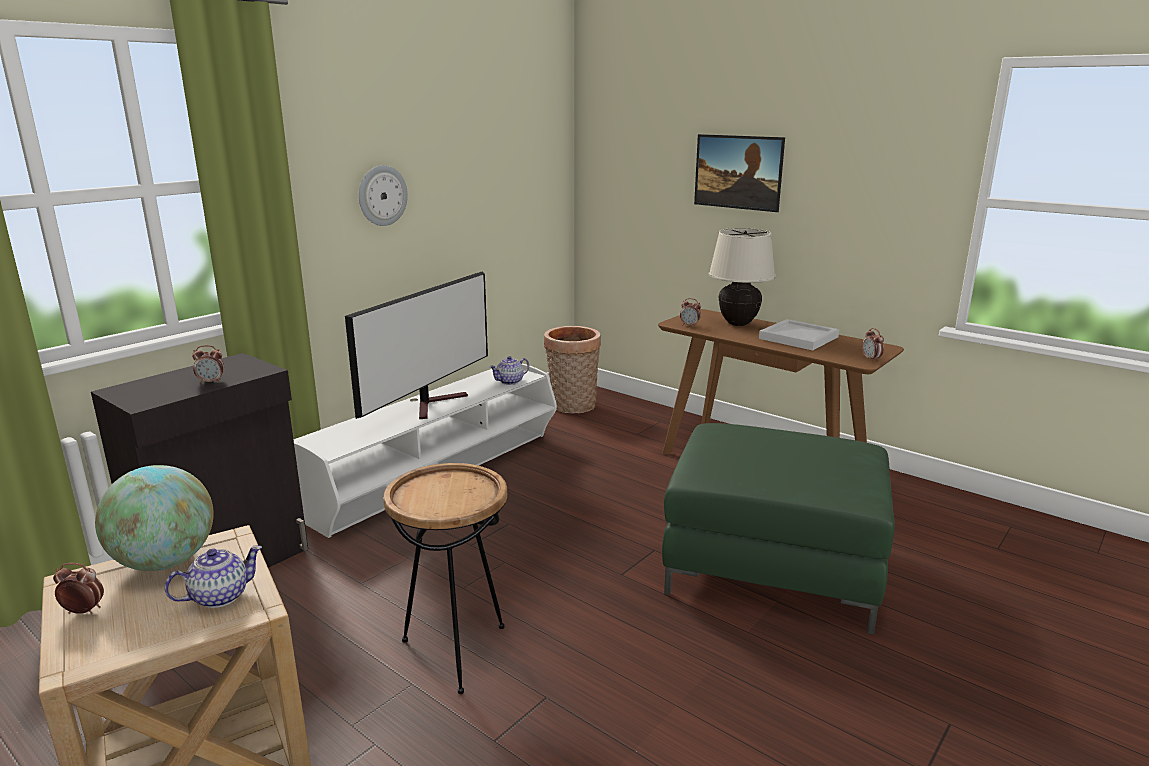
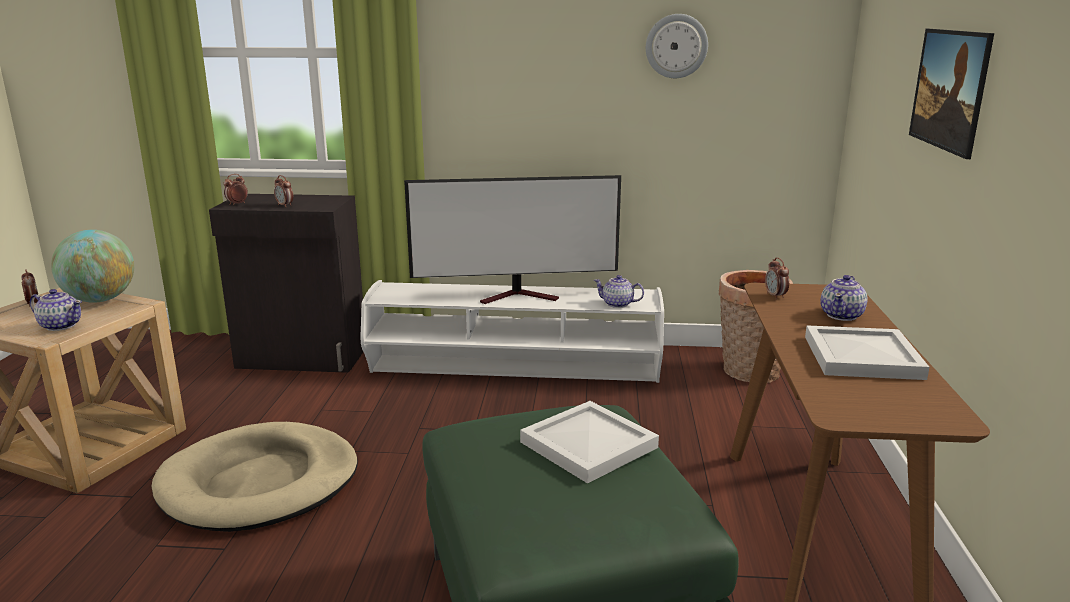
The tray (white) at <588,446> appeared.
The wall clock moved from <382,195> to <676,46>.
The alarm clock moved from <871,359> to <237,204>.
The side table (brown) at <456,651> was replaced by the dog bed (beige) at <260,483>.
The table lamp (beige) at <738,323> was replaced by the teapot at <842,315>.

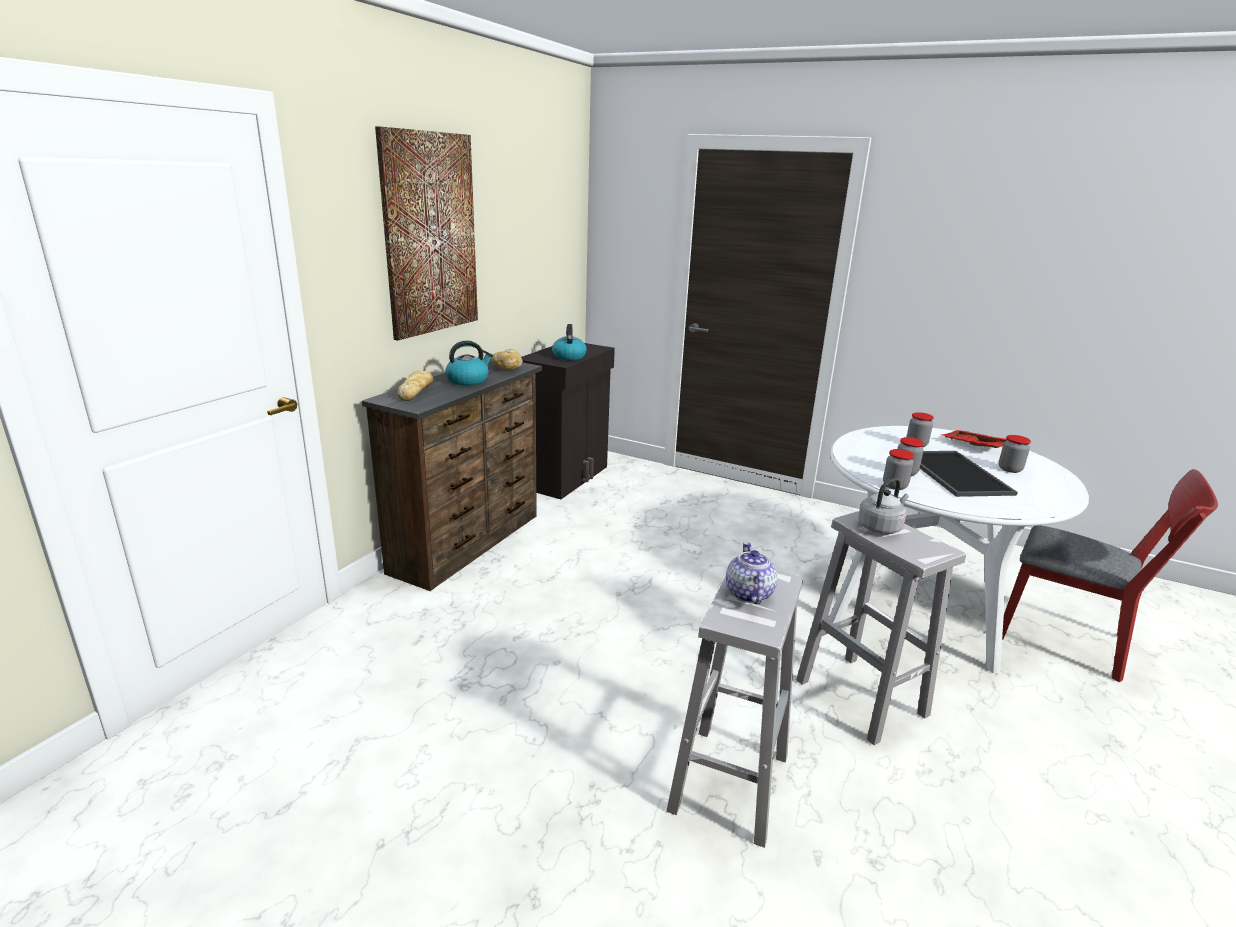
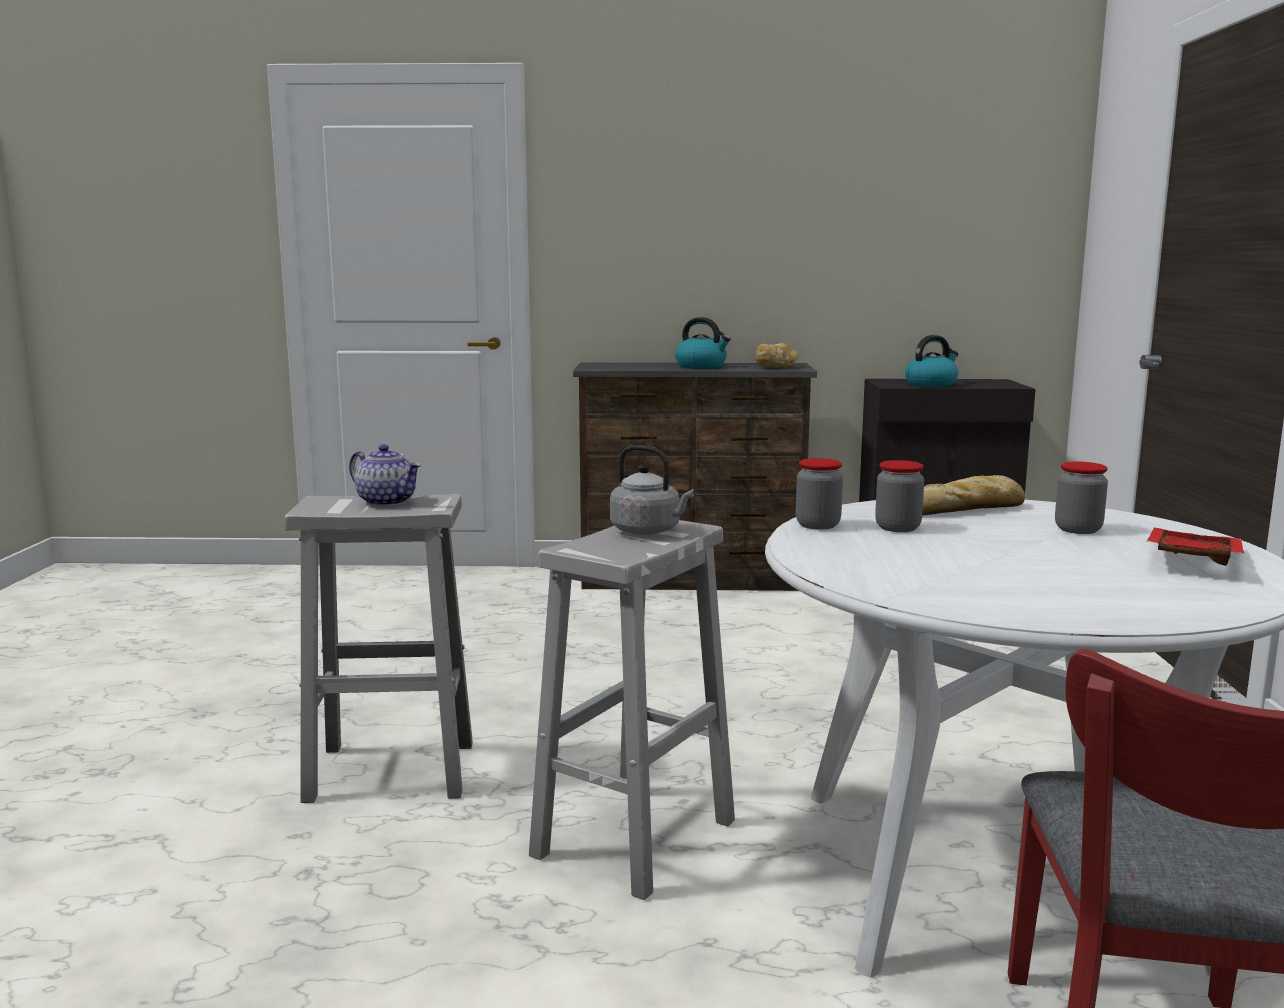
The picture at <430,235> disappeared.
The tray at <953,473> disappeared.
The jar at <1010,469> disappeared.
The bread moved from <416,391> to <969,509>.
The teapot at <748,593> turned 60 degrees clockwise.

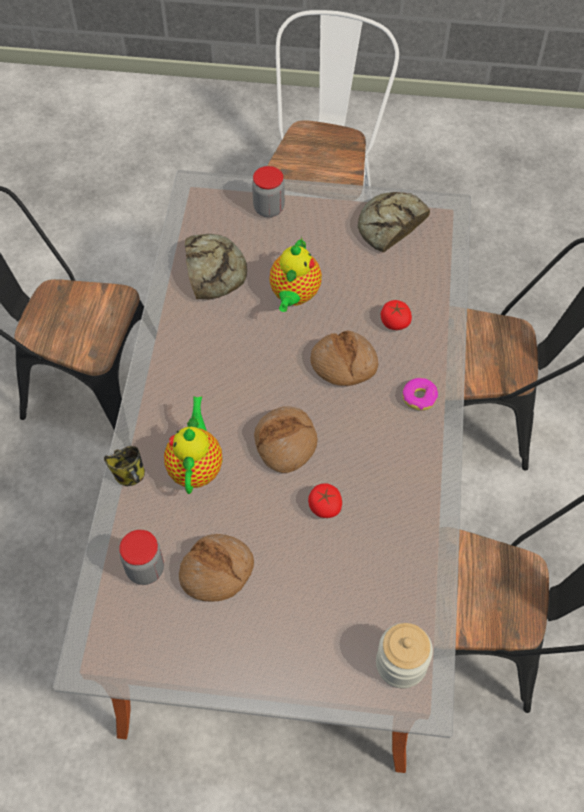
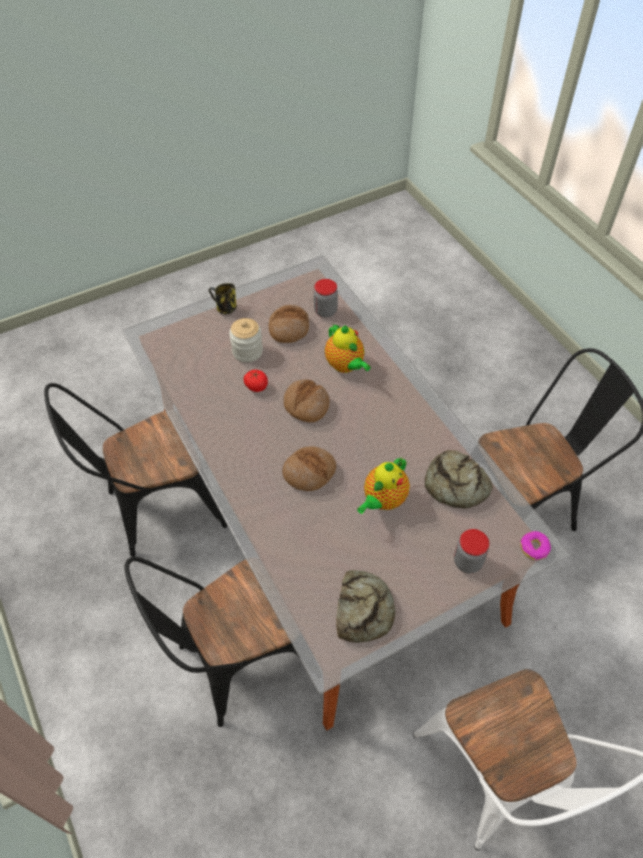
The tomato at <395,322> disappeared.
The mug moved from <130,476> to <225,308>.
The jar moved from <401,664> to <247,351>.
The donut moved from <419,397> to <534,548>.
The teapot at <294,296> turned 120 degrees counterclockwise.

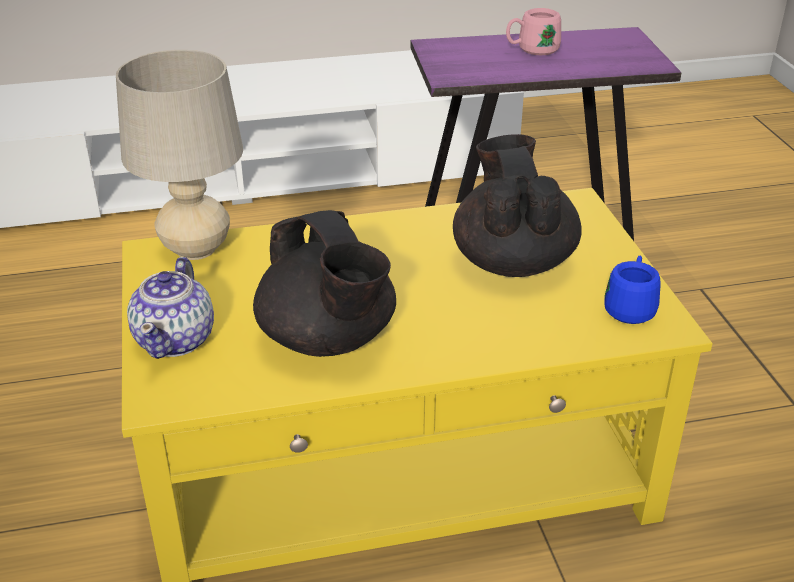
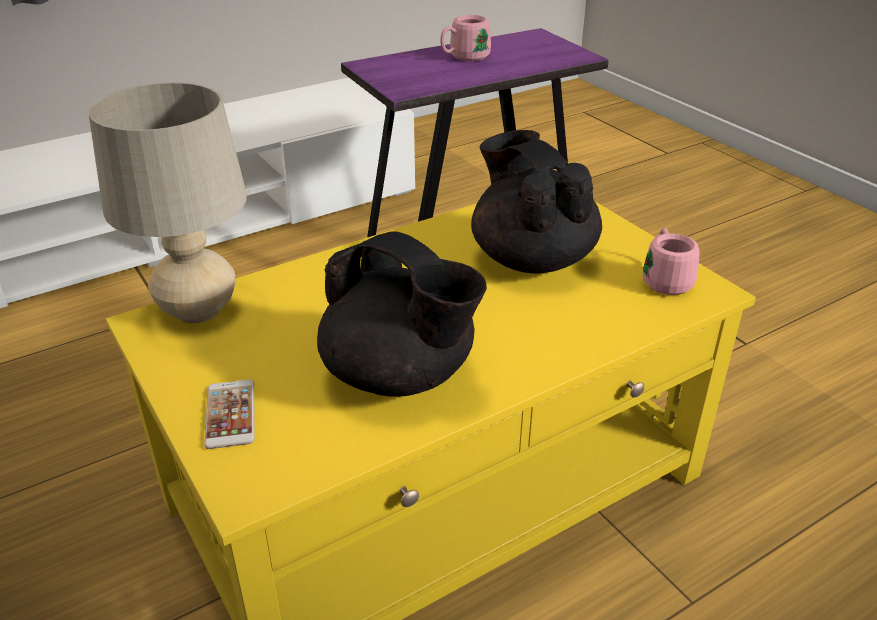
The teapot at <176,339> was replaced by the phone at <230,414>.
The mug (blue) at <630,306> became the mug (pink) at <665,279>.

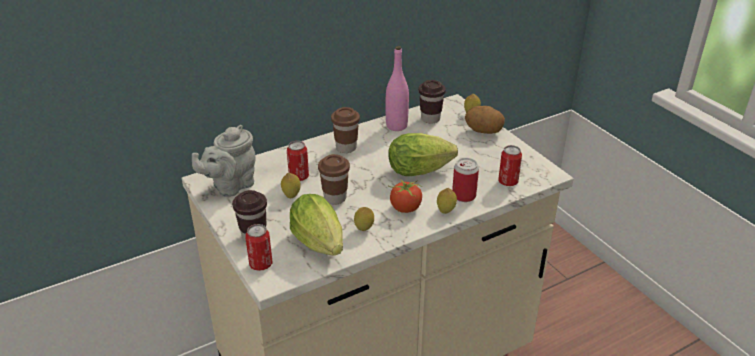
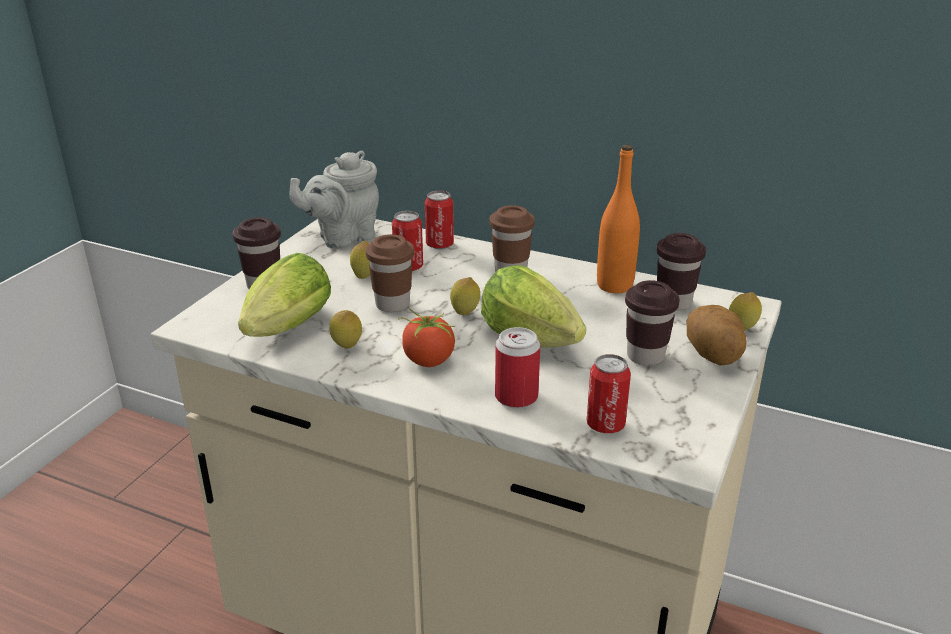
The cup (brown) at <645,356> appeared.
The can moved from <261,264> to <439,245>.
The lemon moved from <446,211> to <465,314>.
The bottle (pink) at <396,126> became the bottle (orange) at <614,285>.
The teapot (grey) at <230,186> turned 45 degrees counterclockwise.

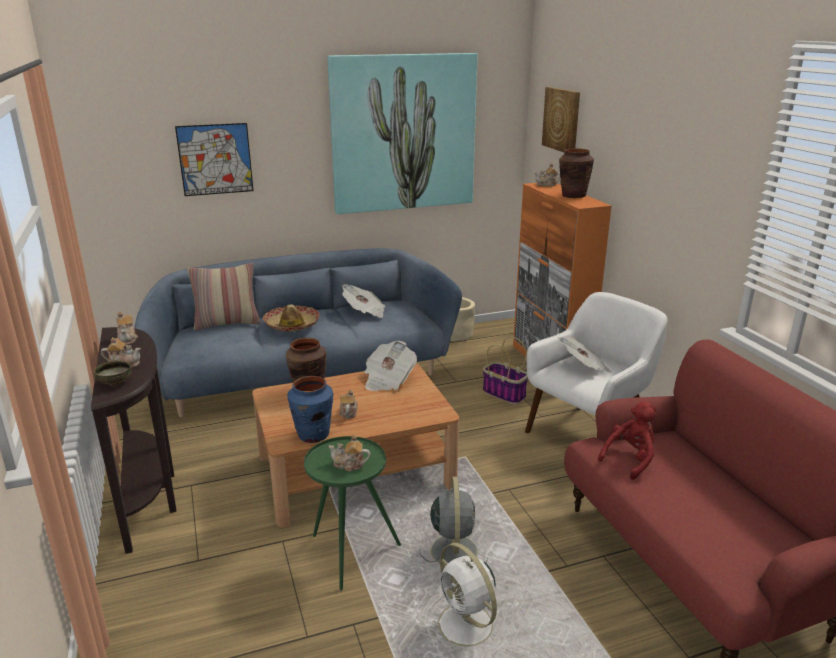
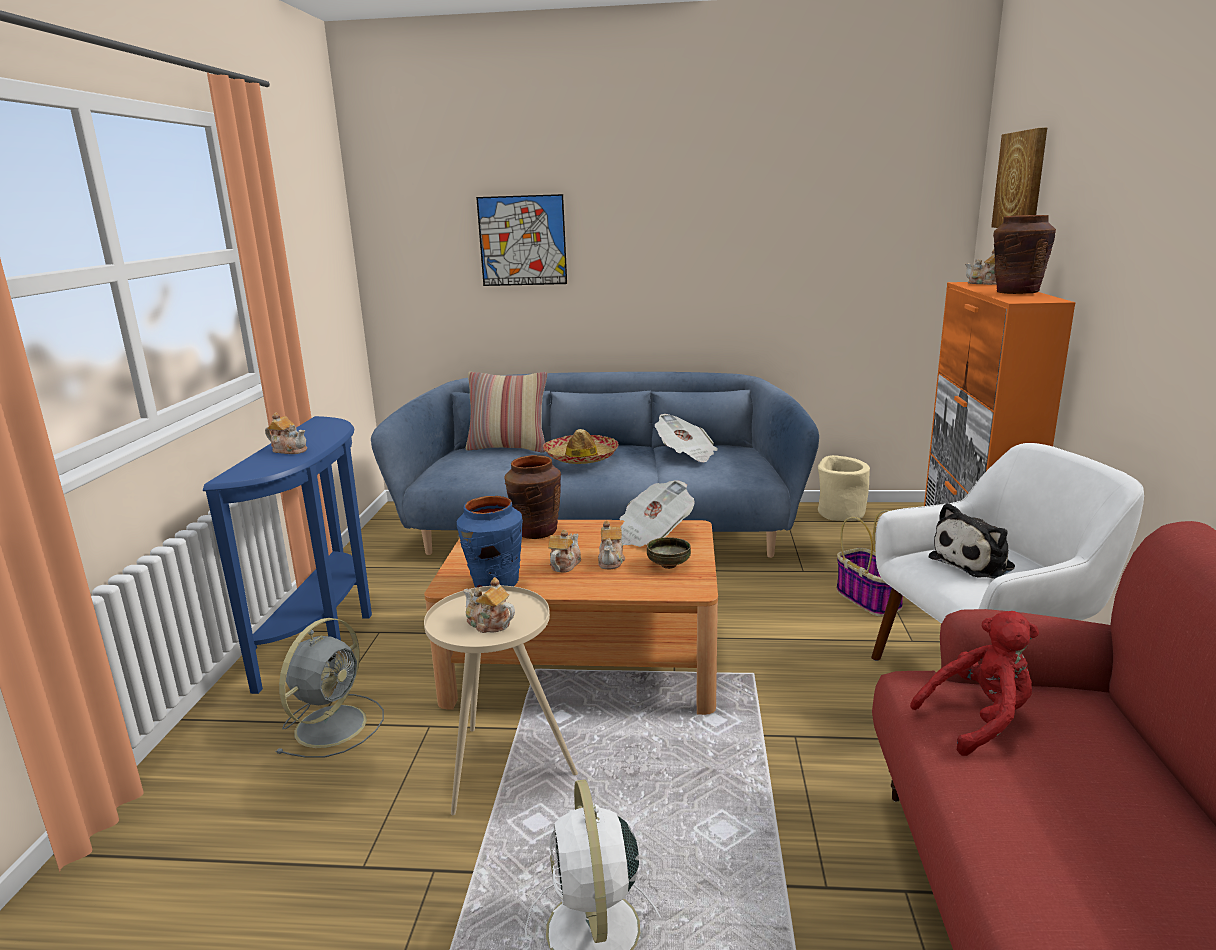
The picture at <403,133> disappeared.
The bowl moved from <115,383> to <668,565>.
The teapot moved from <127,339> to <611,561>.
The fan (grey) moved from <453,550> to <333,724>.
The newspaper at <583,367> was replaced by the plush toy at <975,562>.
The console table (brown) at <150,495> became the console table (blue) at <328,634>.
The side table (green) at <350,553> became the side table (beige) at <501,766>.

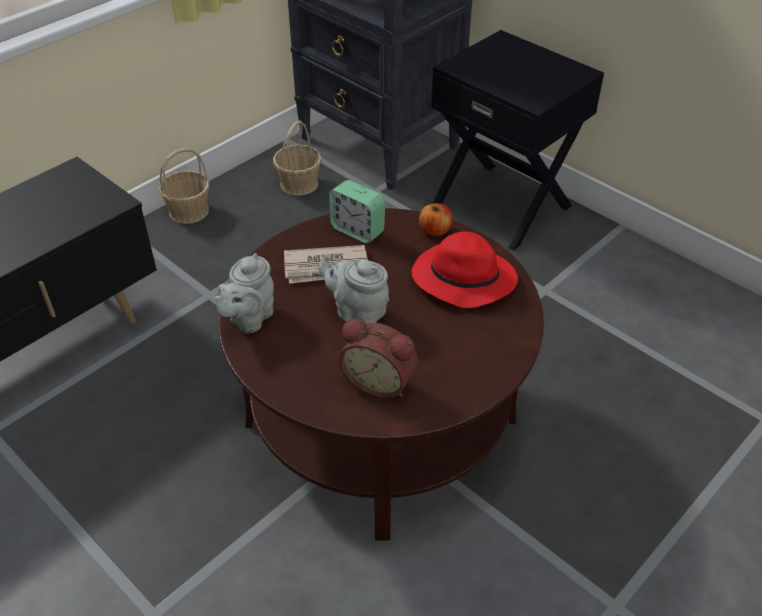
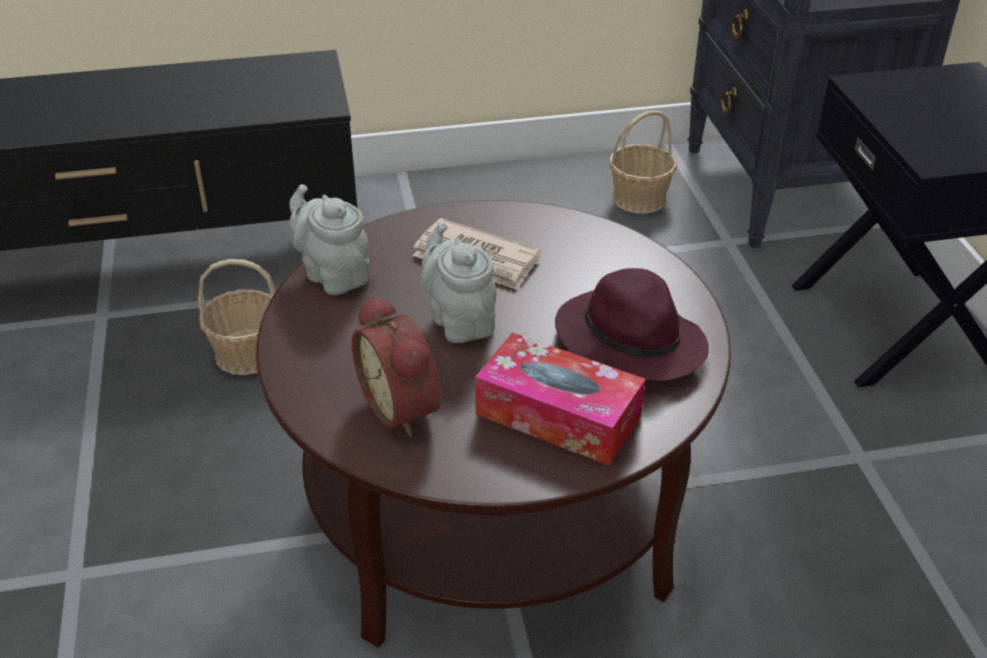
The alarm clock at <357,230> disappeared.
The apple at <435,230> disappeared.
The tissue box at <558,415> appeared.
The basket moved from <188,211> to <246,353>.
The hat (red) at <461,279> became the hat (purple) at <628,341>.
The teapot (grey) at <249,319> turned 75 degrees clockwise.

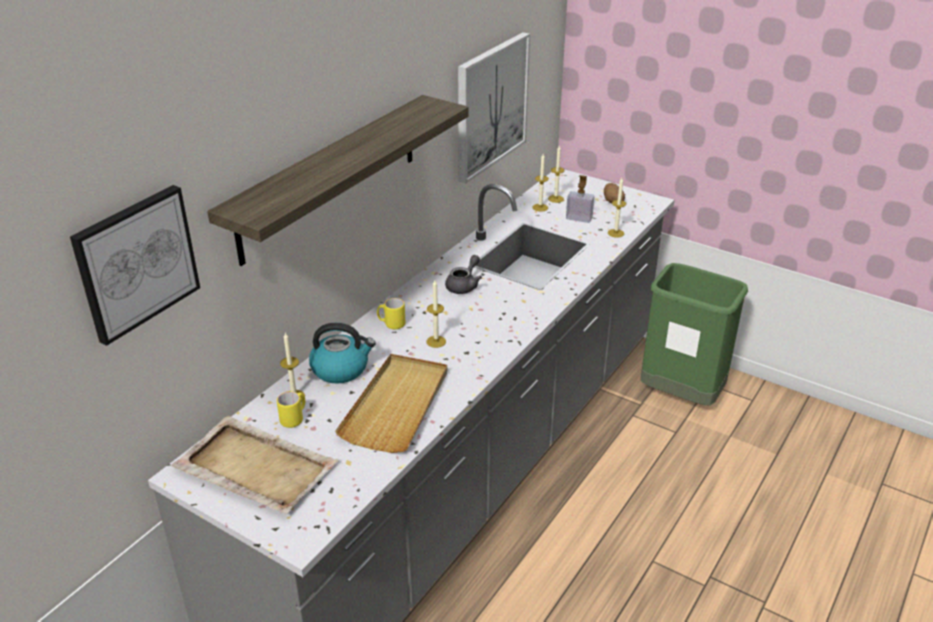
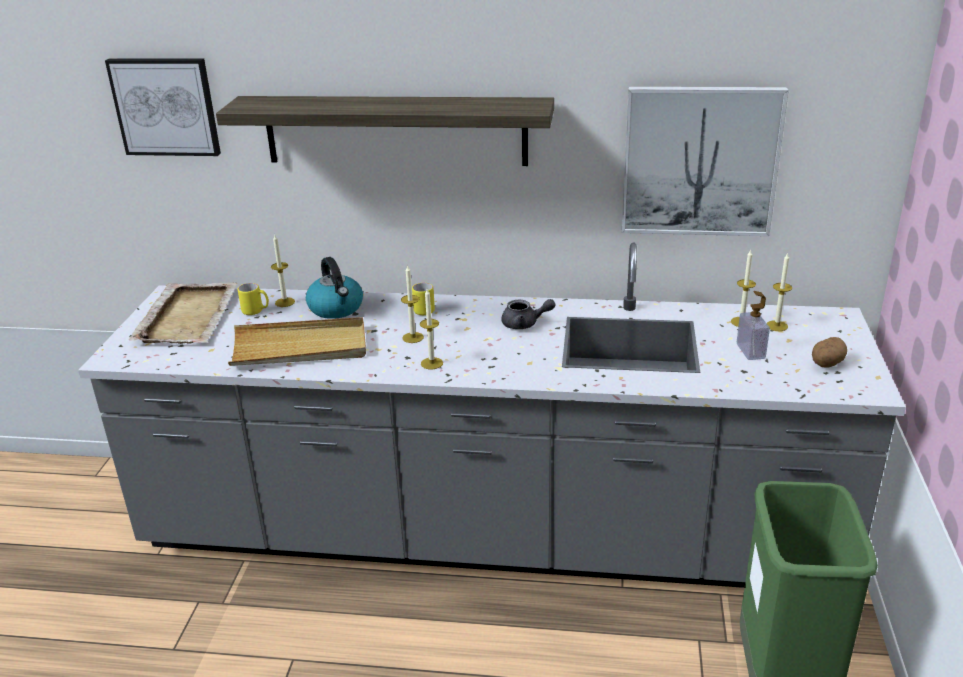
The candle moved from <615,233> to <432,363>.

